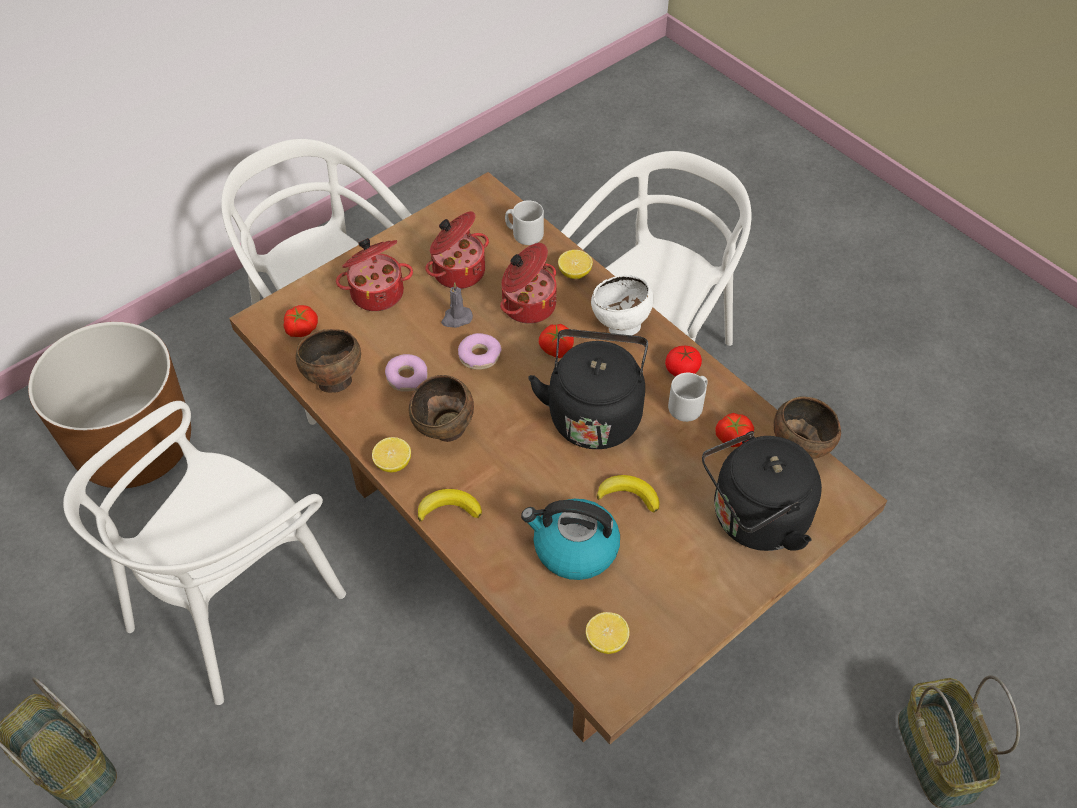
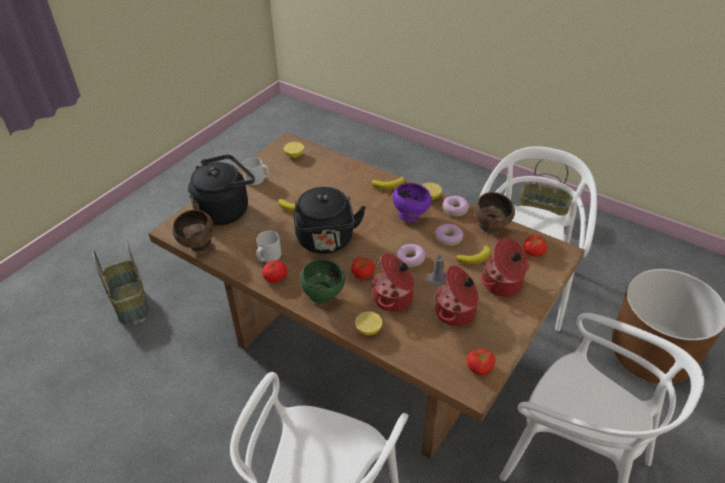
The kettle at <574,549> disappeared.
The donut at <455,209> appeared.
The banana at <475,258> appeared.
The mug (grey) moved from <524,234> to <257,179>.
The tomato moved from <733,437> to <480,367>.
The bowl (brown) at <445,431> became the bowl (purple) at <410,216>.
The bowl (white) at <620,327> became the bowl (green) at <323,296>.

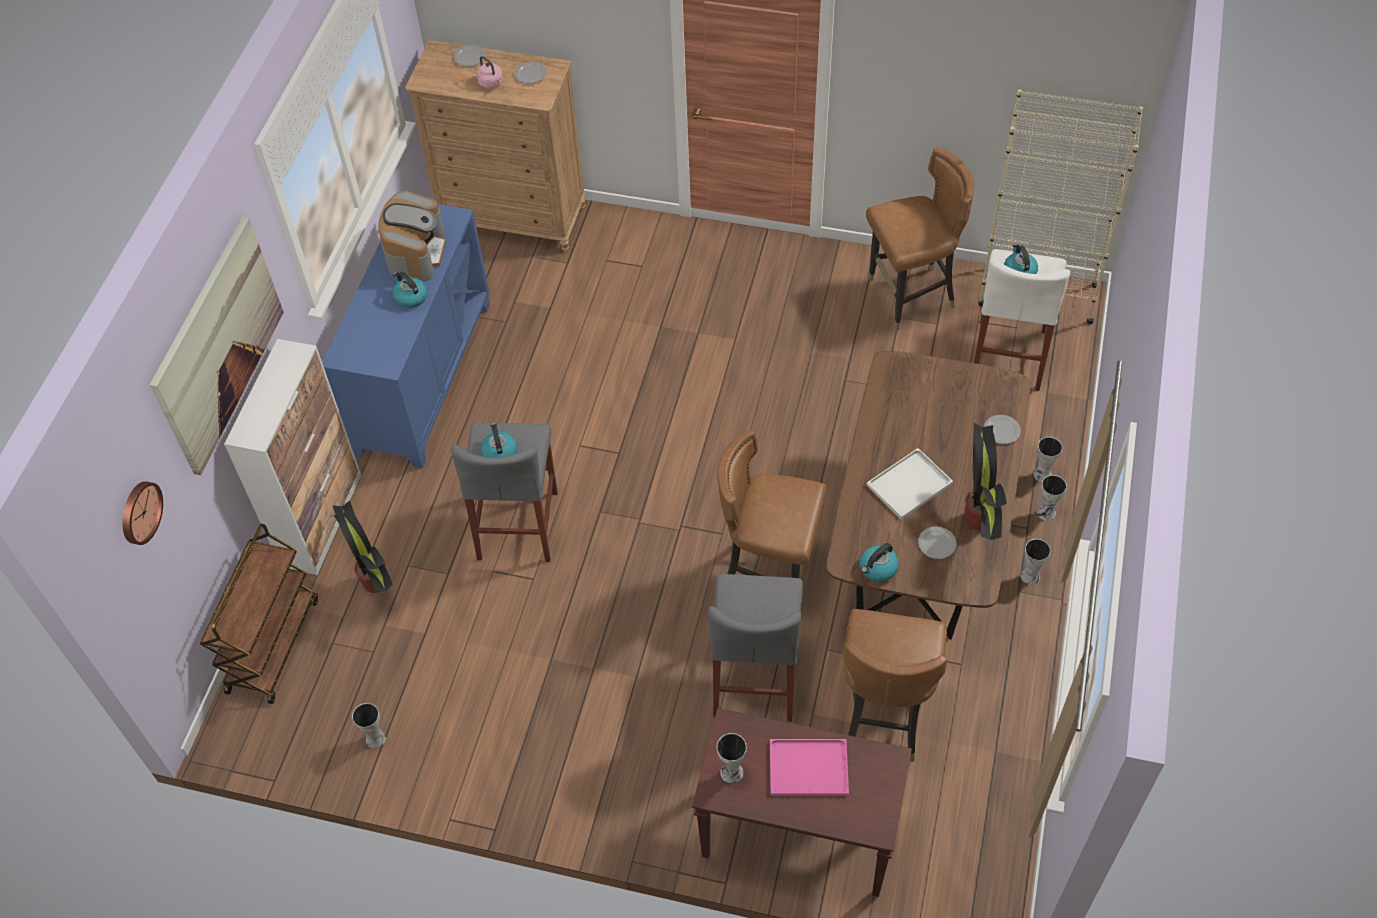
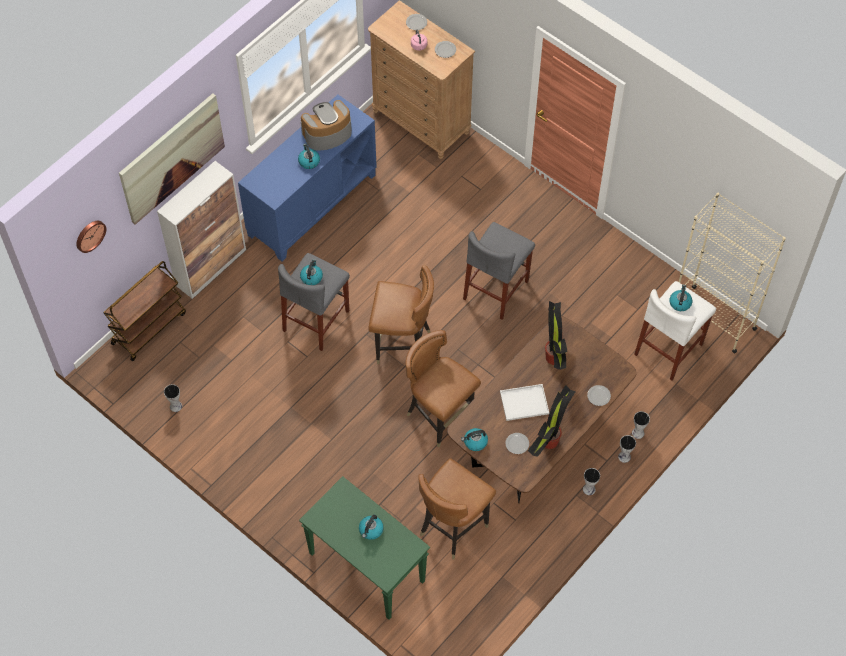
The vase at <732,773> disappeared.
The potted plant moved from <374,581> to <553,356>.
The stool (grey) moved from <755,678> to <496,290>.
The chair (brown) moved from <910,297> to <402,345>.
The tray (pink) at <810,767> was replaced by the kettle at <371,530>.
The console table (brown) at <796,836> became the console table (green) at <365,567>.
The coffee machine at <416,252> turned 150 degrees counterclockwise.

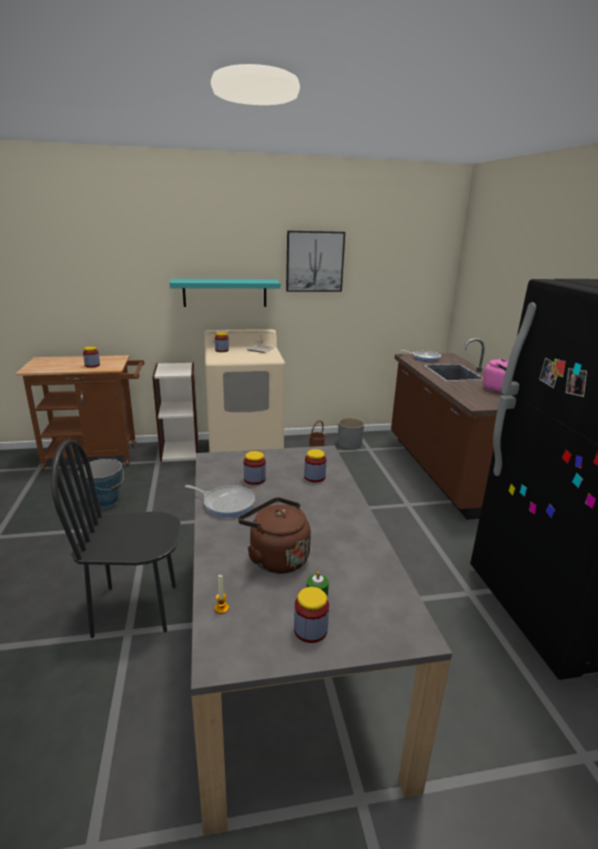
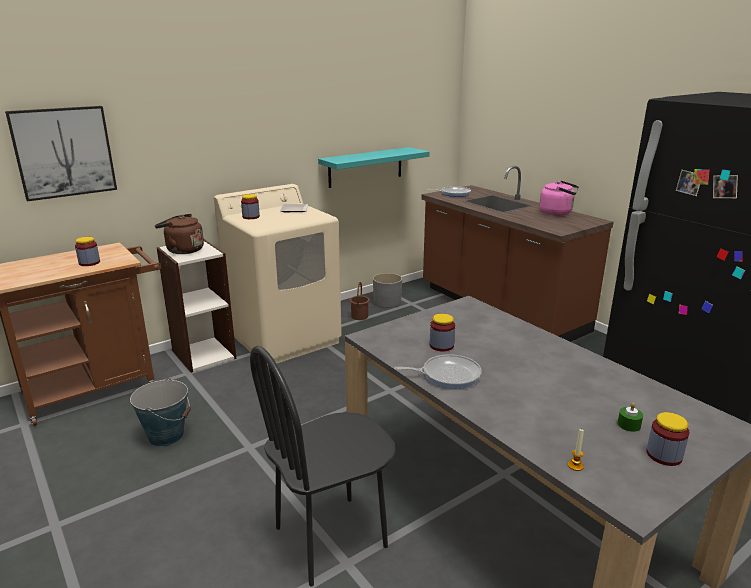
The jar at <314,477> disappeared.
The shelf (turquoise) moved from <225,292> to <365,167>.
The kettle (brown) moved from <275,557> to <182,250>.
The picture moved from <314,261> to <64,152>.

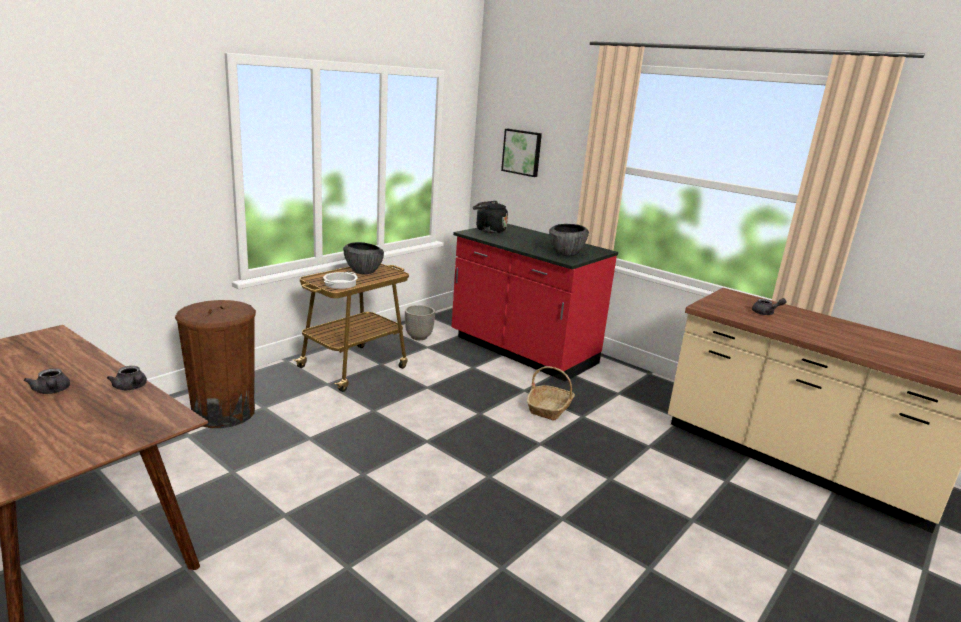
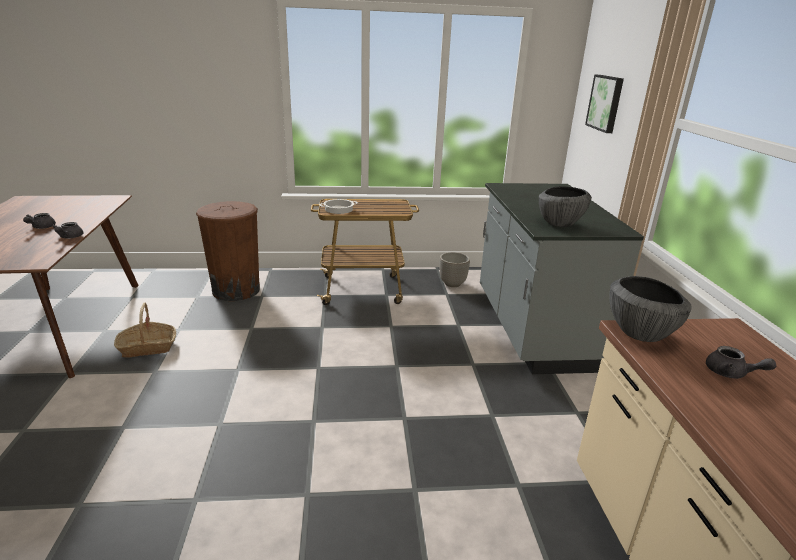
The kettle (black) at <488,230> disappeared.
The bowl moved from <363,272> to <640,334>.
The basket moved from <549,408> to <148,347>.
The counter (red) at <522,351> became the counter (grey) at <532,328>.

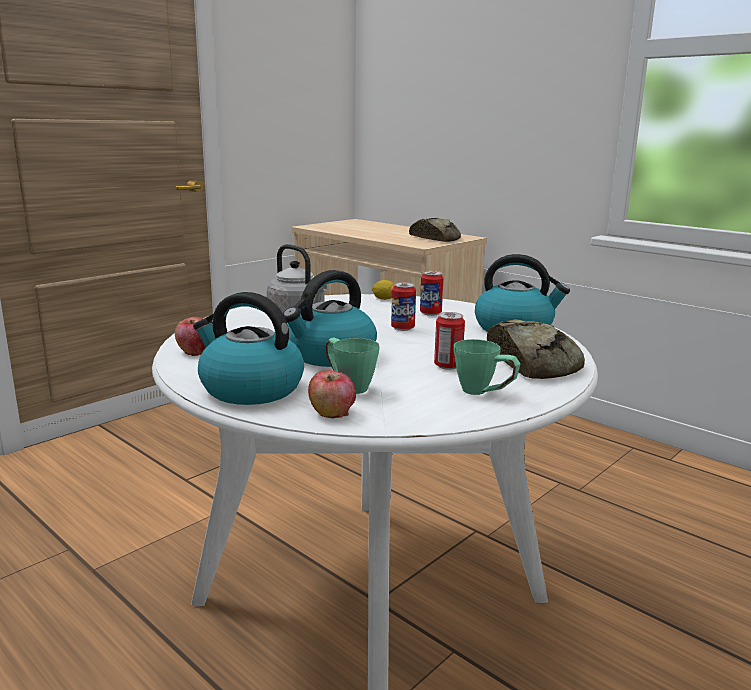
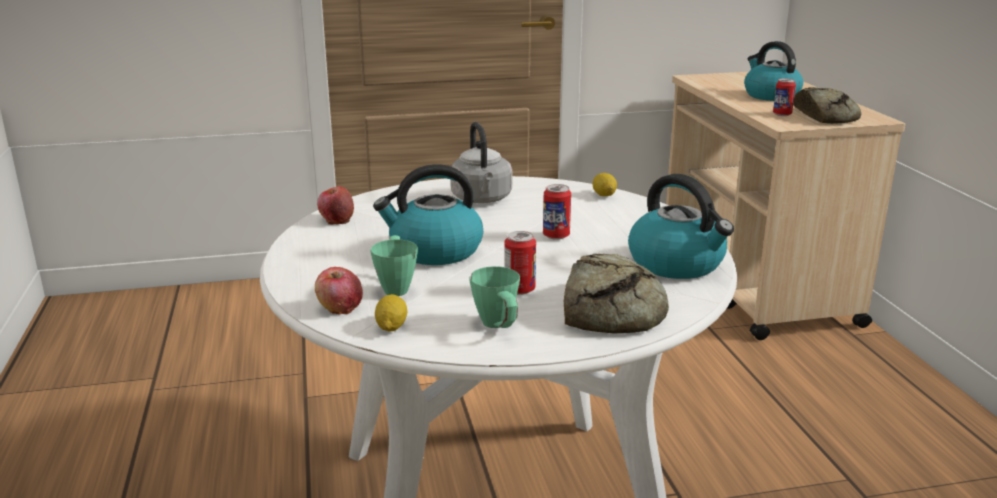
The lemon at <391,326> appeared.
The kettle moved from <250,389> to <770,95>.
The can moved from <430,313> to <782,114>.

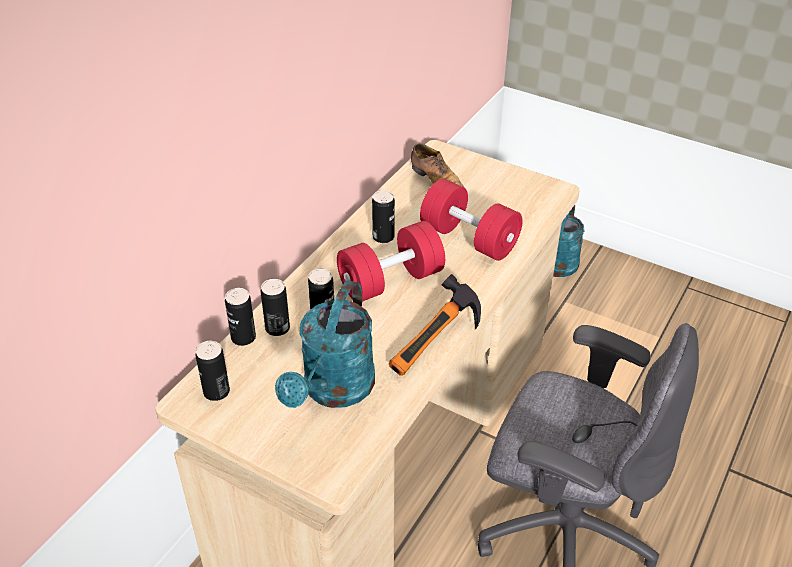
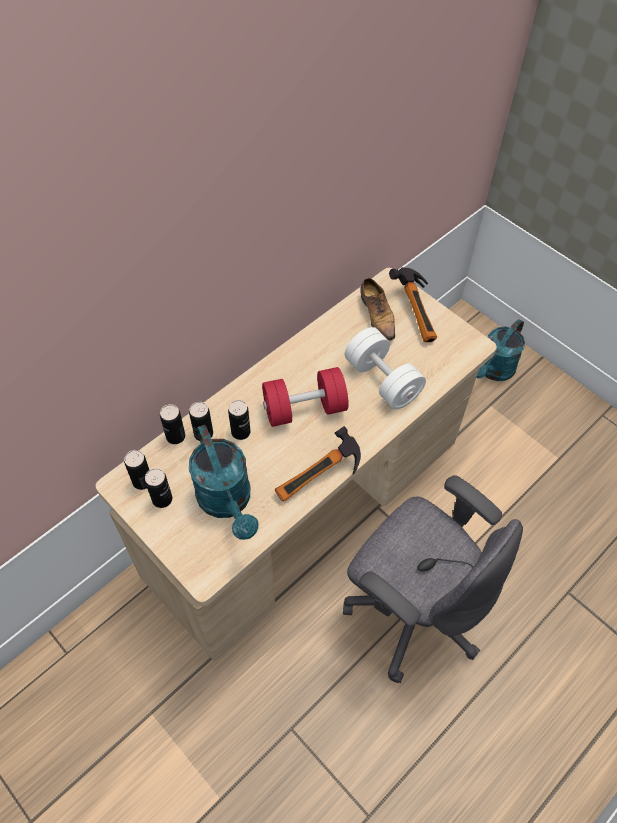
The hammer at <419,312> appeared.
The can moved from <383,237> to <162,499>.
The dumbbell (red) at <469,239> became the dumbbell (white) at <382,380>.
The watering can (turquoise) at <334,391> turned 60 degrees counterclockwise.

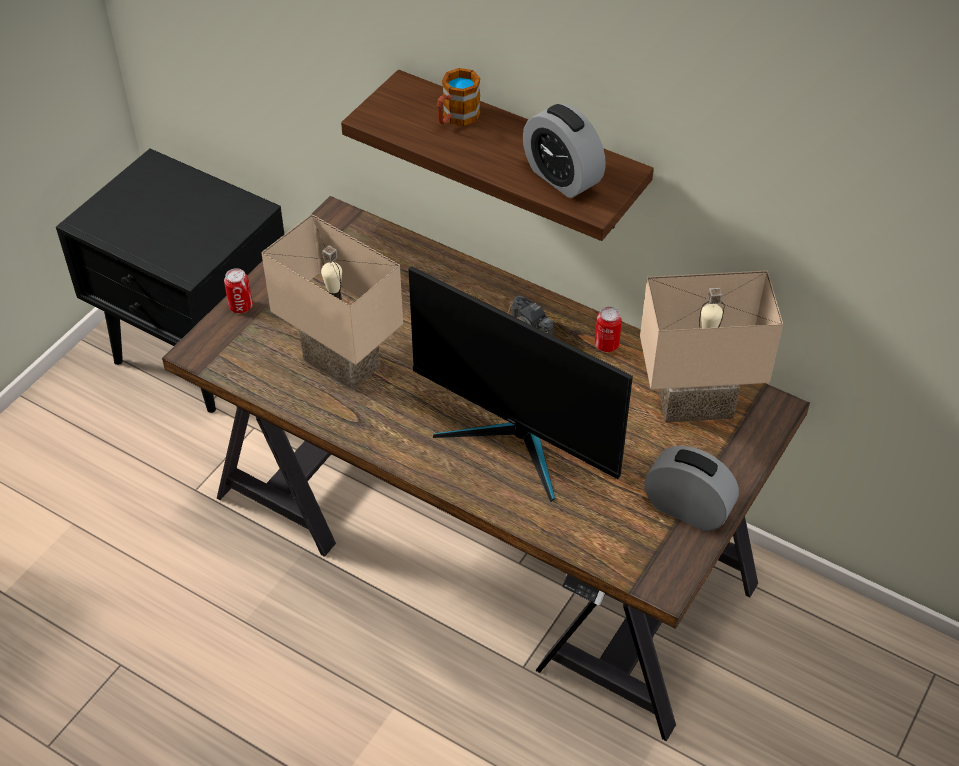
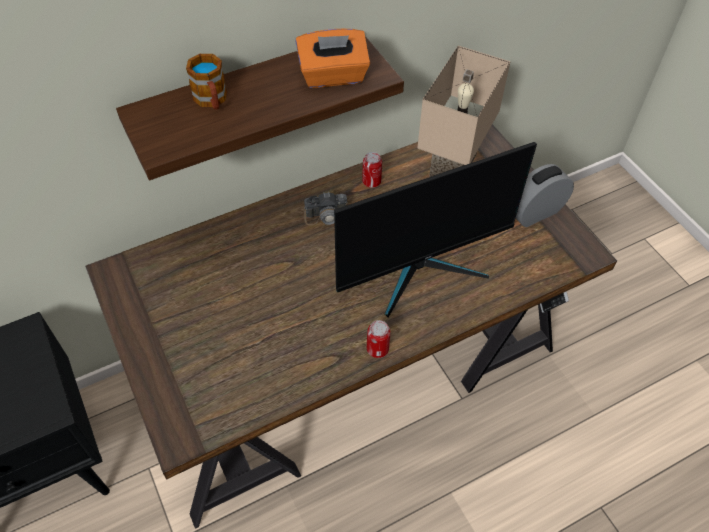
The table lamp (beige) at <345,361> disappeared.
The can moved from <240,306> to <377,349>.
The alarm clock at <562,177> was replaced by the tissue box (orange) at <333,76>.

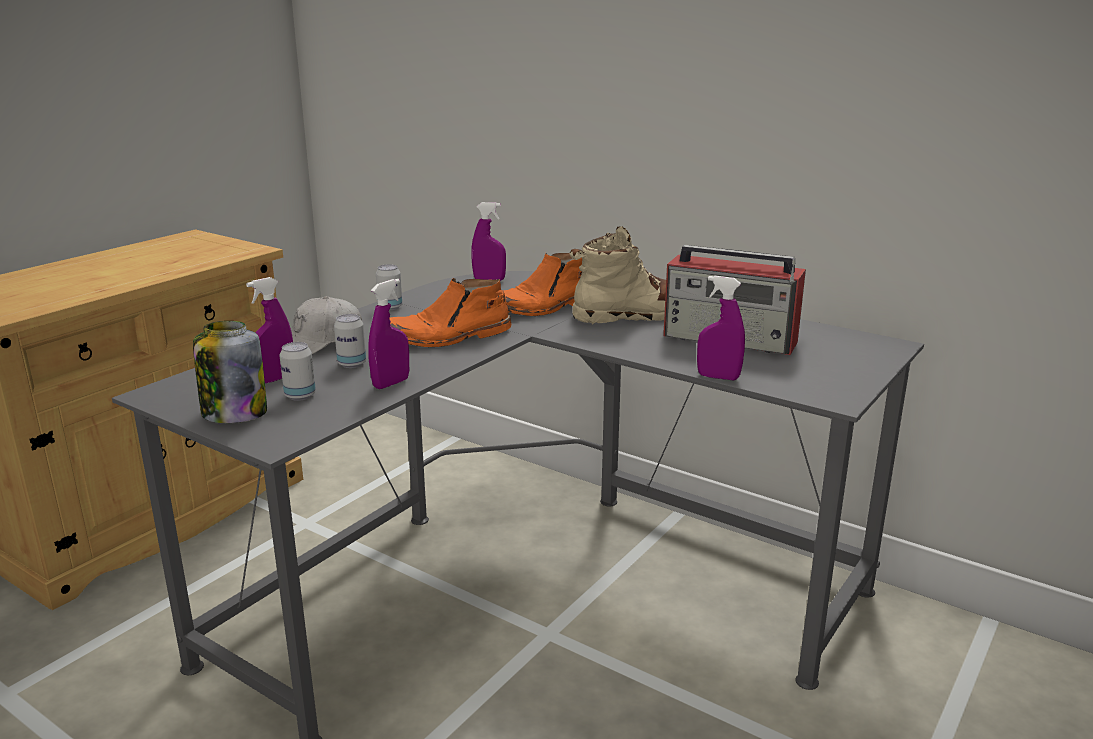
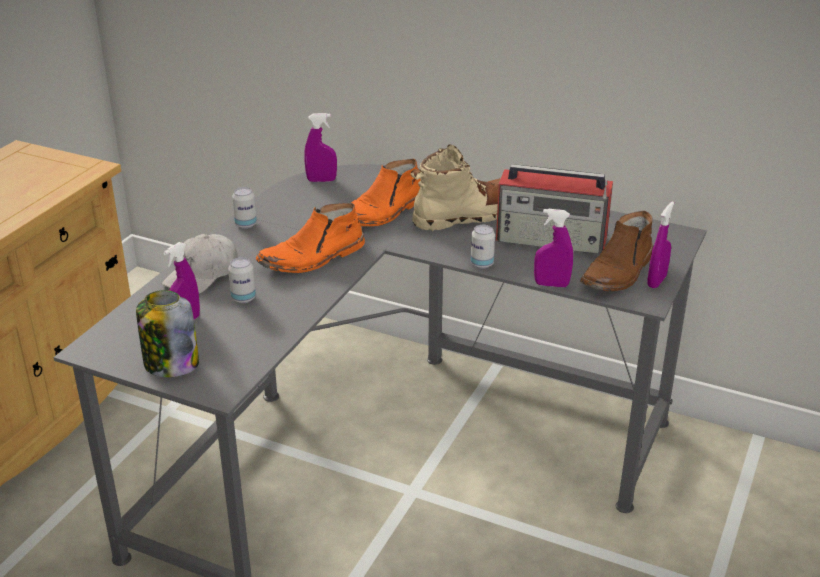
The boot (brown) at <618,272> appeared.
The can moved from <300,396> to <482,264>.
The spray bottle (purple) moved from <391,383> to <656,281>.

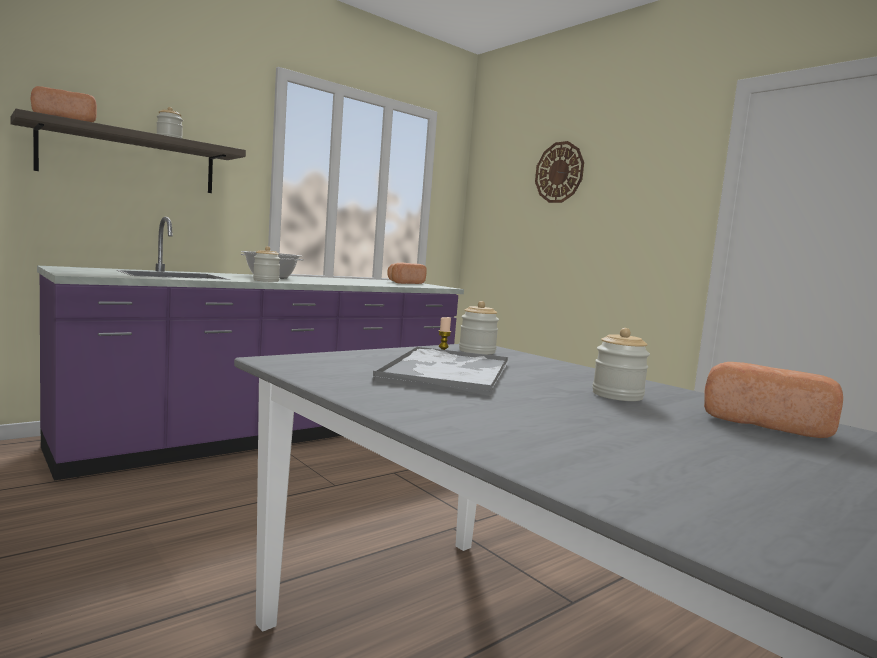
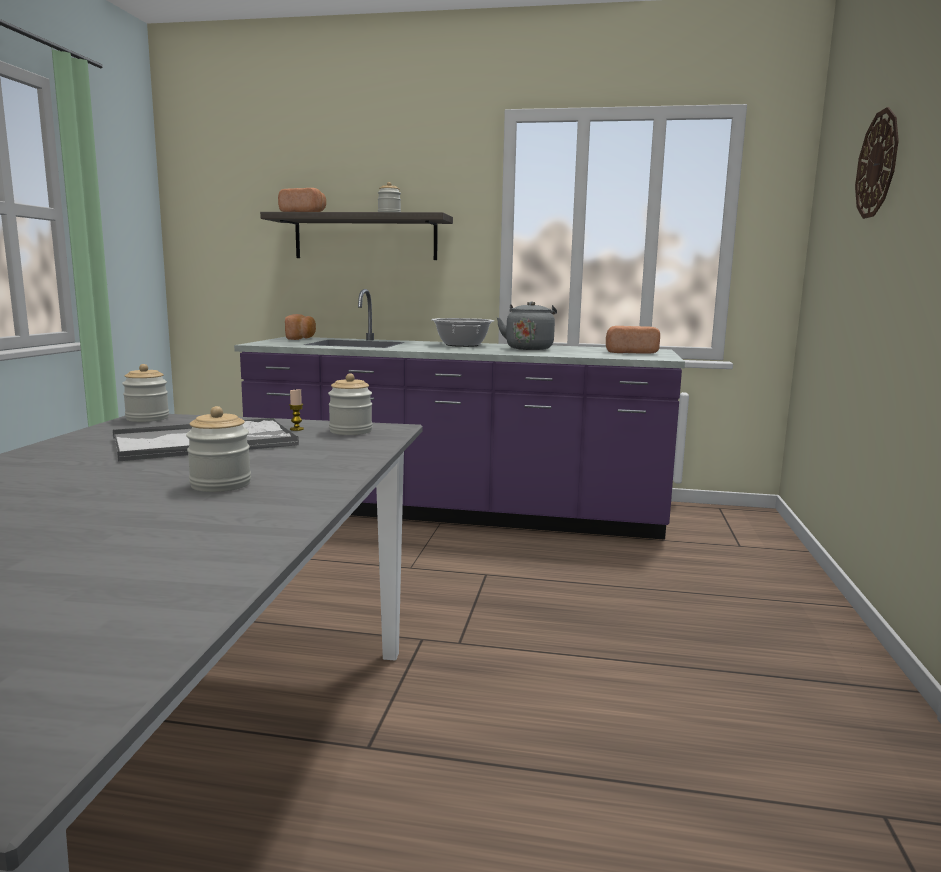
The kettle (grey) at <529,348> appeared.
The jar moved from <266,280> to <147,418>.
The bread moved from <767,424> to <301,338>.

